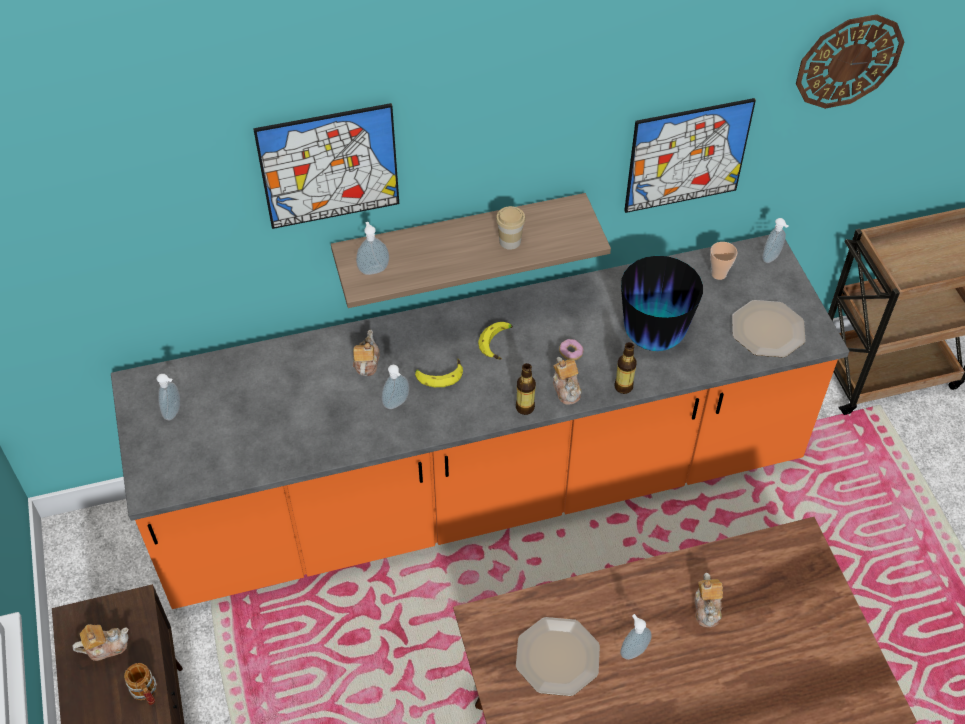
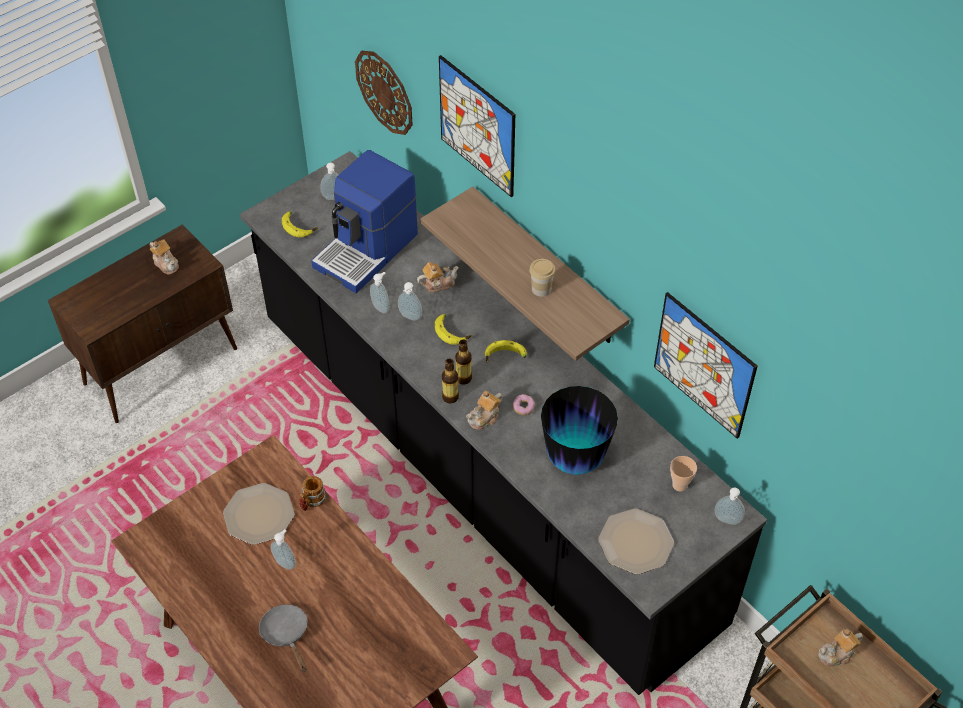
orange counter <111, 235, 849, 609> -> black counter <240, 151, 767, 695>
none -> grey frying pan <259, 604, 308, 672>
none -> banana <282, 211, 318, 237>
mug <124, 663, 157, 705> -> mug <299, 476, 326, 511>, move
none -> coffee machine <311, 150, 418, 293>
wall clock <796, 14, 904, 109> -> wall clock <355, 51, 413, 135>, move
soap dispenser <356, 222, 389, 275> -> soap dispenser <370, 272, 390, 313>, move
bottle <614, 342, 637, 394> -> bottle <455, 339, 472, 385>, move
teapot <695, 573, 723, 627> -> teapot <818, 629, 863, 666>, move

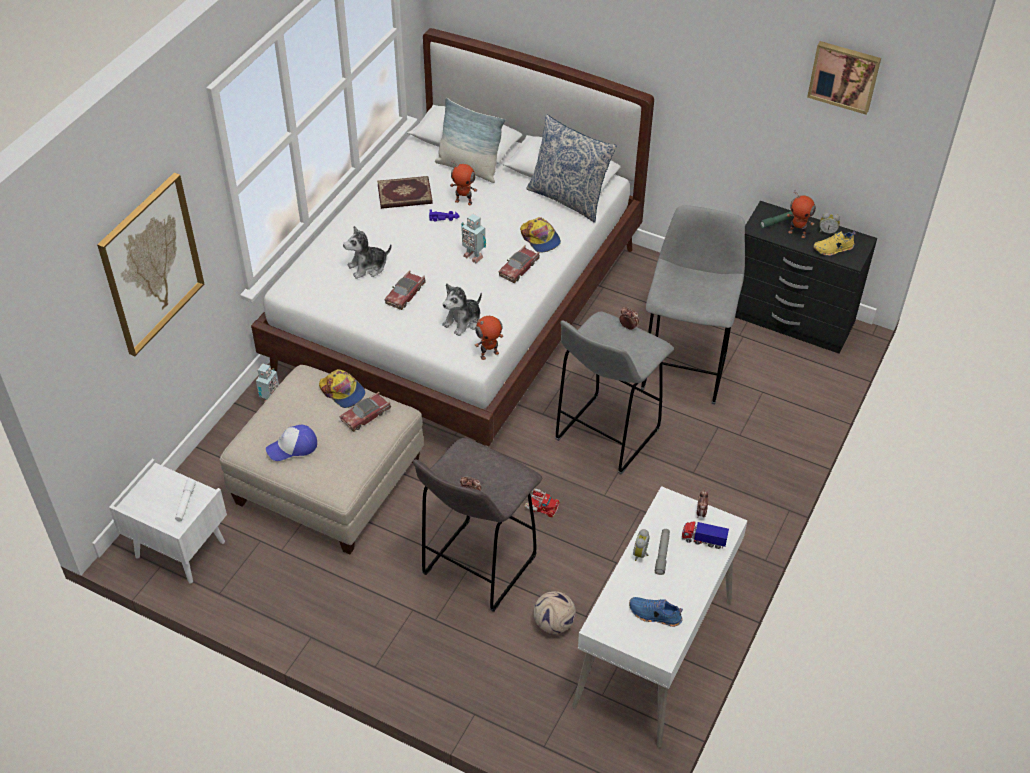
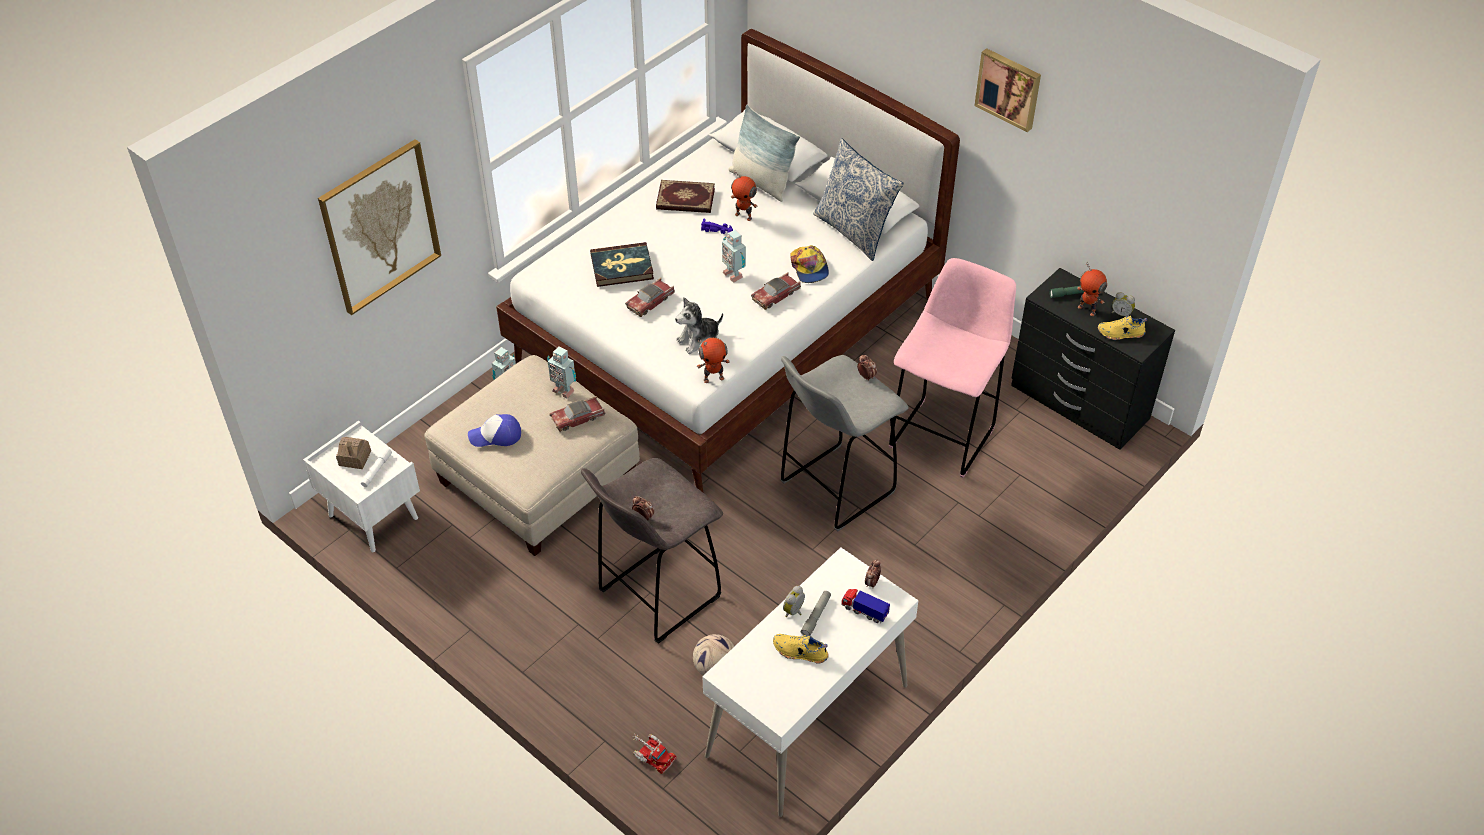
none -> toy house <336, 437, 371, 469>
cap <319, 369, 366, 408> -> toy robot <547, 347, 576, 398>
plush toy <343, 226, 392, 279> -> book <590, 242, 654, 287>
toy truck <524, 489, 560, 517> -> toy truck <632, 734, 677, 774>, move
none -> yellow shoe <773, 634, 829, 664>
grey stool <641, 205, 745, 404> -> pink stool <889, 258, 1016, 478>
picture <807, 41, 881, 115> -> picture <974, 48, 1041, 132>, move
blue shoe <629, 597, 683, 627> -> none

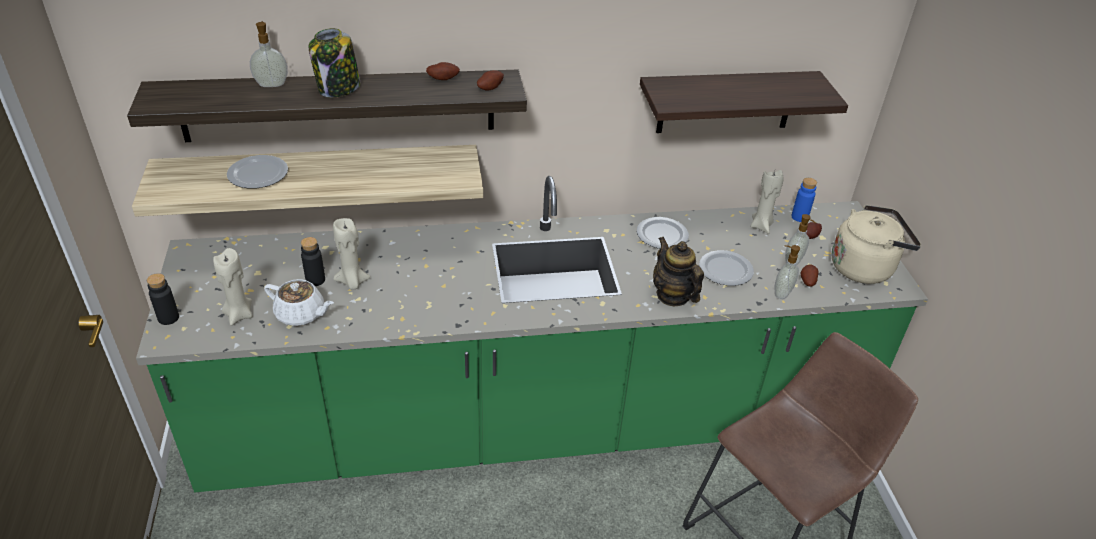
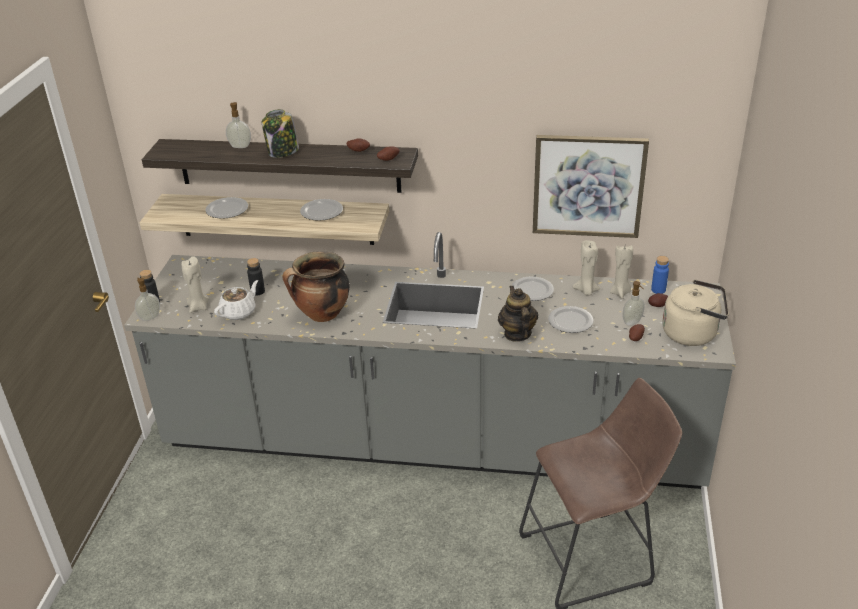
green counter <136, 176, 928, 492> -> grey counter <124, 232, 736, 489>
soap dispenser <774, 245, 800, 299> -> soap dispenser <135, 278, 160, 321>, move
white teapot <264, 279, 334, 326> -> white teapot <214, 280, 258, 320>, 90 degrees counterclockwise
none -> cooking pot <282, 252, 350, 322>
none -> plate <300, 199, 343, 221>
shelf <640, 71, 848, 133> -> picture <533, 135, 649, 238>
beige candle <333, 218, 371, 289> -> beige candle <573, 240, 600, 296>, move

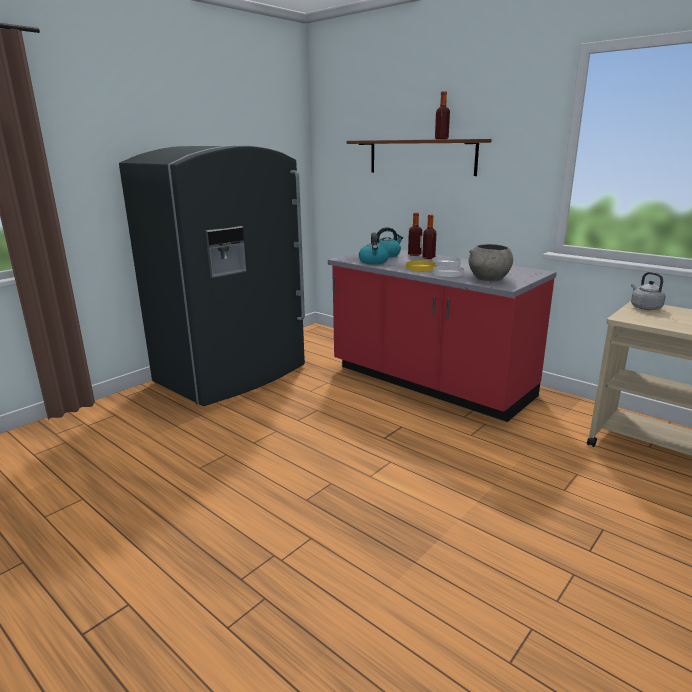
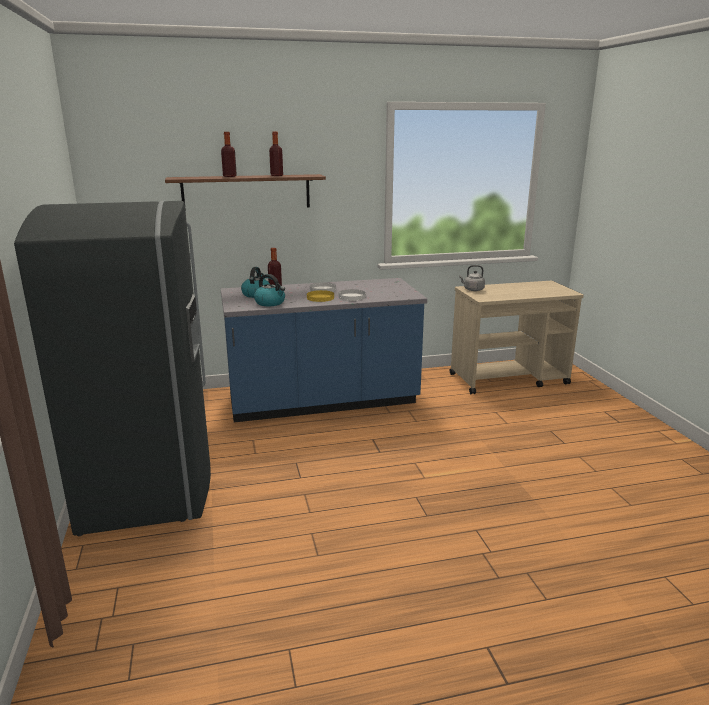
bottle <422, 215, 436, 259> -> bottle <221, 132, 237, 177>, move
red counter <328, 250, 557, 422> -> blue counter <221, 278, 427, 422>
grey bowl <469, 244, 513, 282> -> none

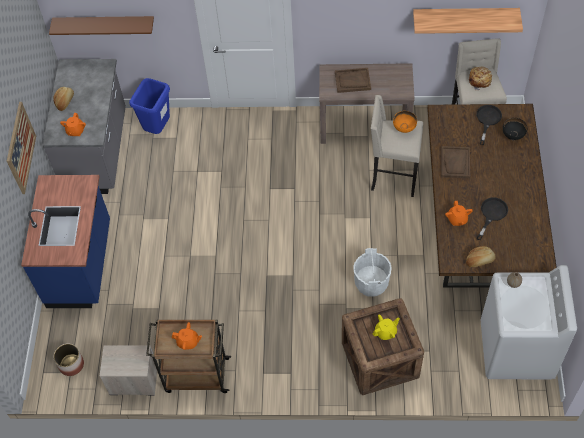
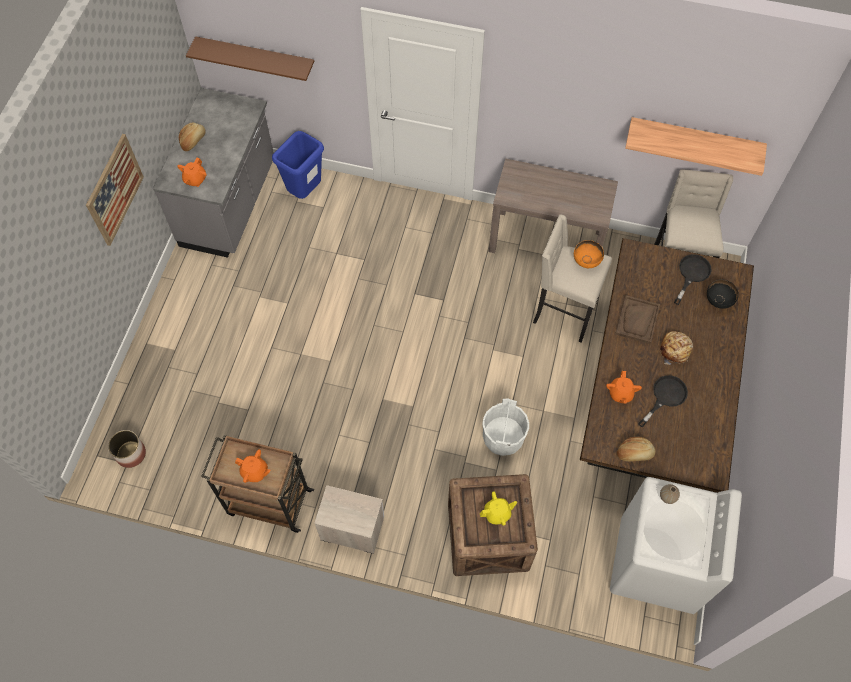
nightstand <100, 345, 157, 395> -> nightstand <314, 485, 384, 554>, move
bread <469, 66, 492, 90> -> bread <660, 331, 693, 365>, move
blue counter <21, 175, 110, 308> -> none
brown tray <335, 68, 371, 93> -> none

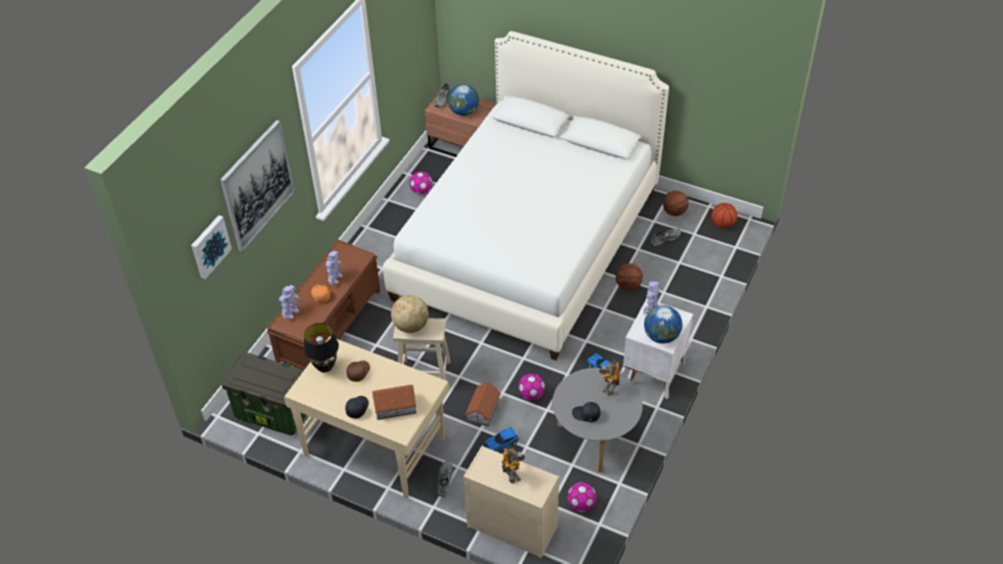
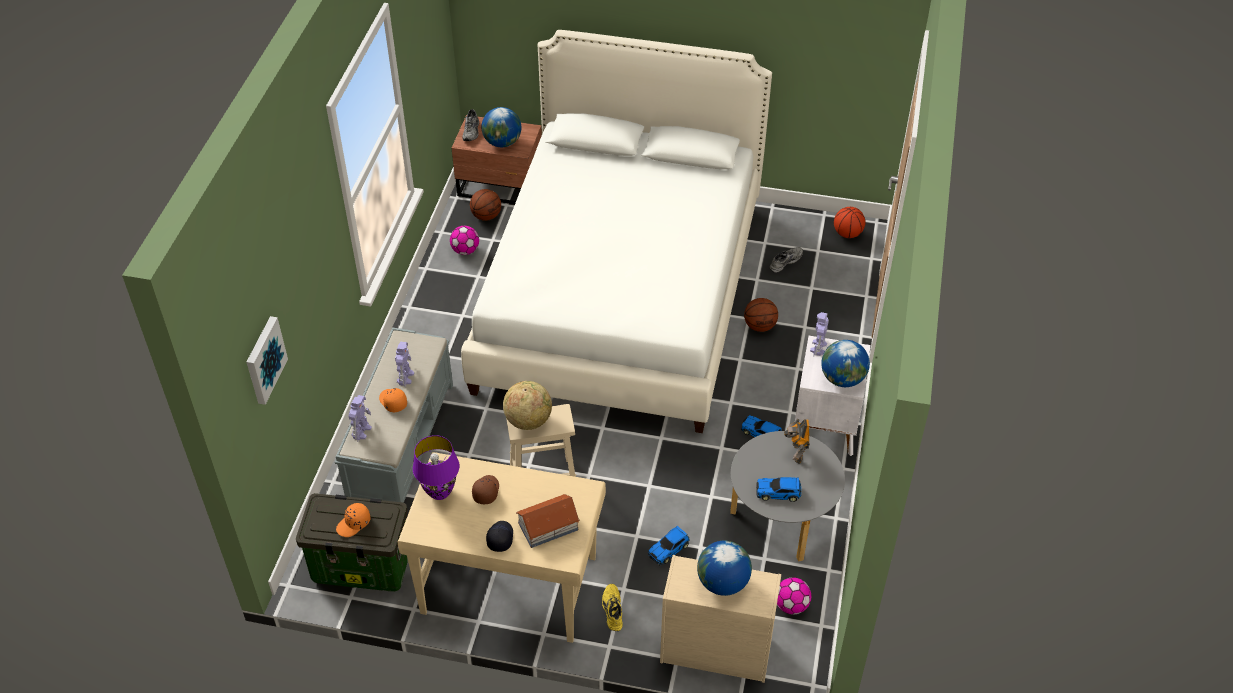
brown bench <267, 240, 381, 370> -> grey bench <335, 327, 453, 502>
none -> orange cap <336, 503, 371, 537>
black table lamp <304, 323, 339, 372> -> purple table lamp <413, 435, 460, 500>
basketball <663, 191, 689, 216> -> basketball <470, 189, 501, 221>, move
grey shoe <437, 461, 453, 497> -> yellow shoe <602, 584, 623, 631>
toy robot <502, 445, 525, 484> -> globe <697, 541, 752, 596>
black cap <572, 402, 600, 422> -> toy car <756, 477, 801, 502>
picture <220, 120, 295, 252> -> none
toy house <465, 382, 501, 427> -> none
football <518, 374, 545, 400> -> none

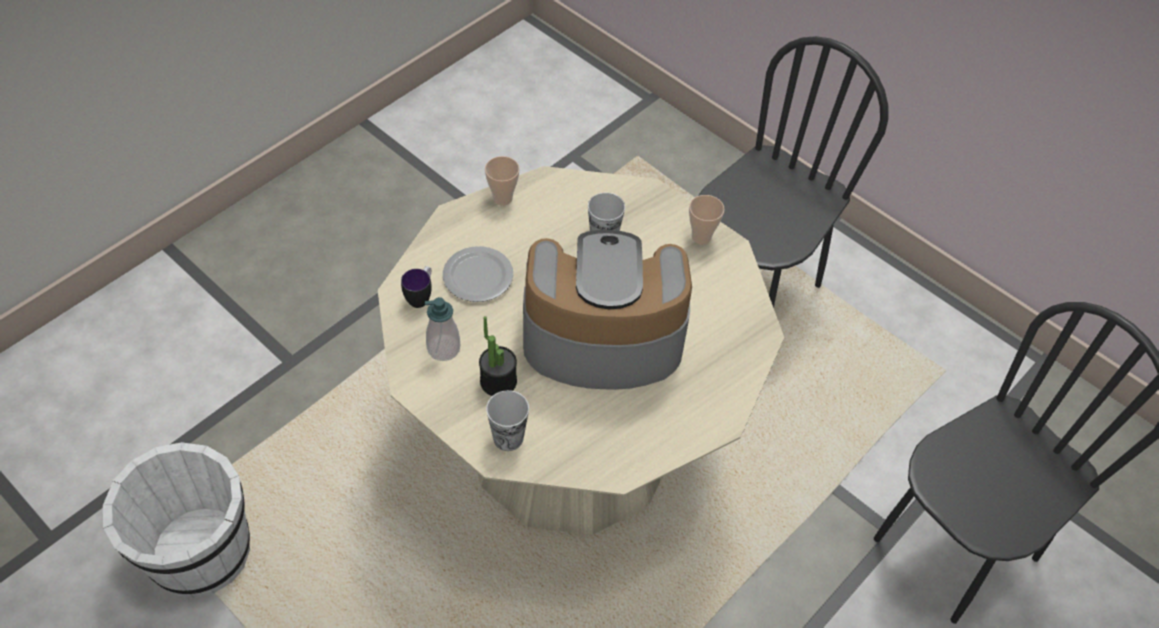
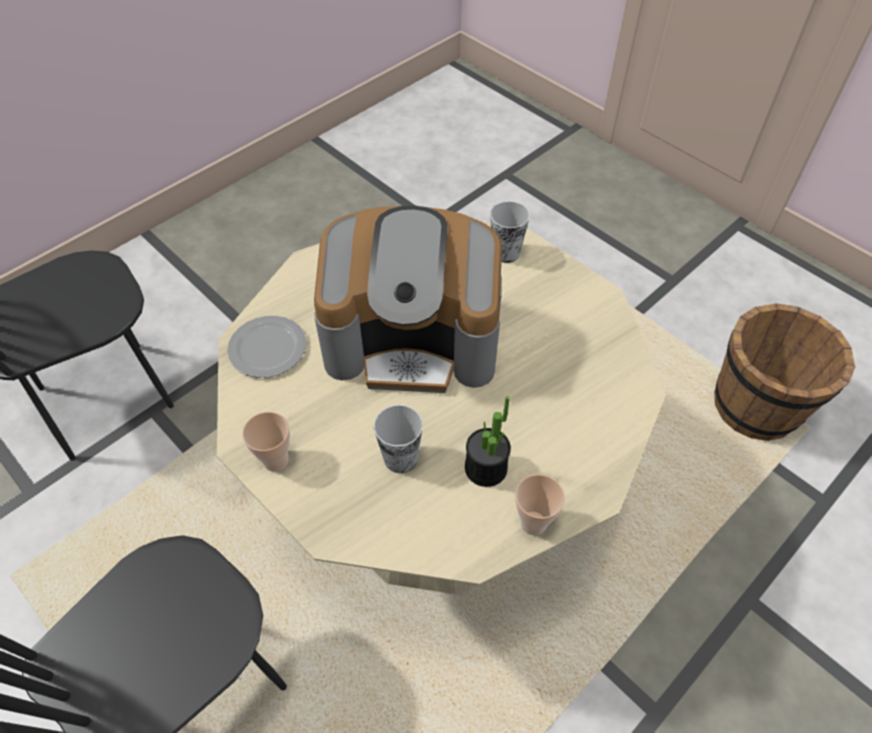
plate <443, 246, 513, 302> -> plate <227, 316, 307, 378>, move
potted plant <479, 316, 517, 396> -> potted plant <465, 396, 511, 487>, move
white bucket <103, 442, 250, 598> -> brown bucket <714, 303, 856, 441>
mug <401, 266, 432, 308> -> none
soap dispenser <425, 297, 460, 361> -> none

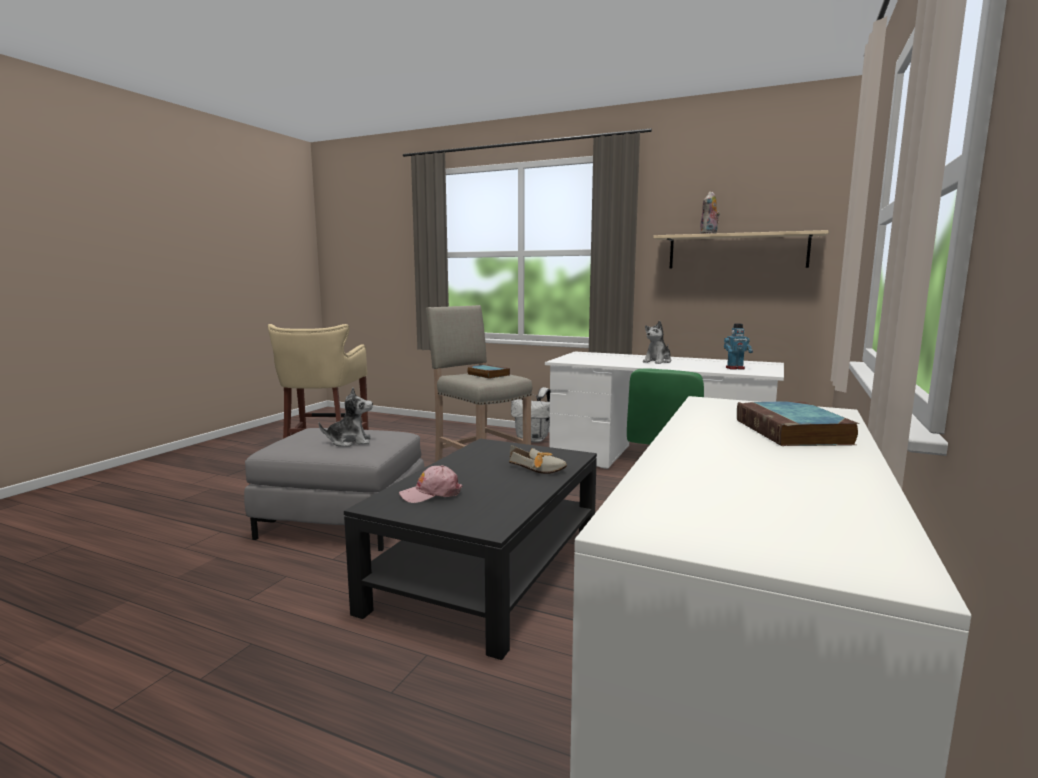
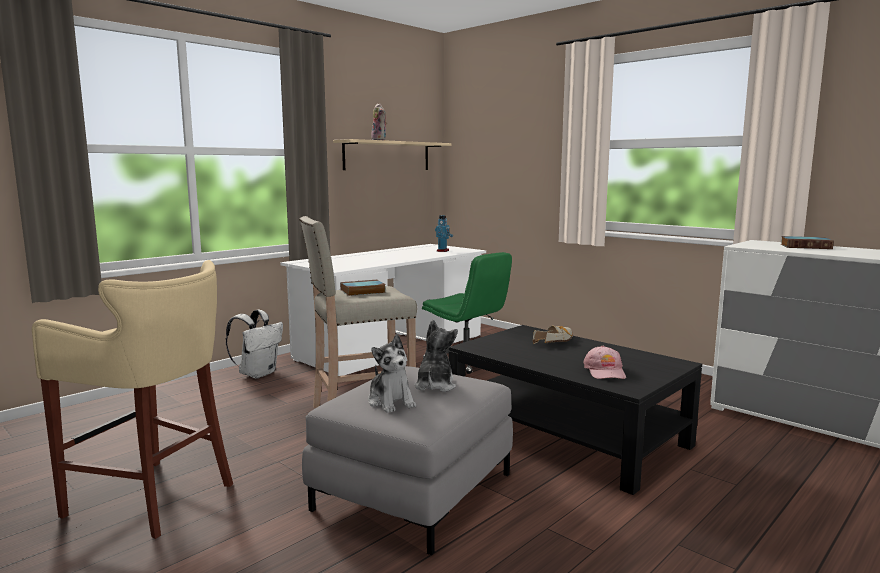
plush toy <643, 321, 671, 364> -> plush toy <368, 334, 416, 413>, move

